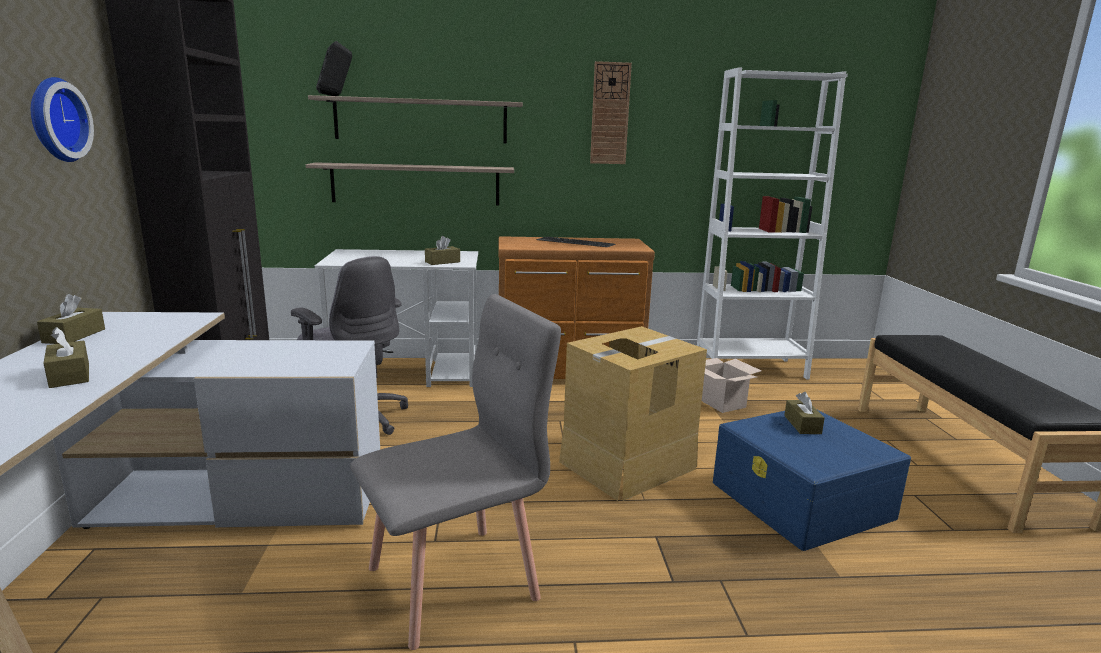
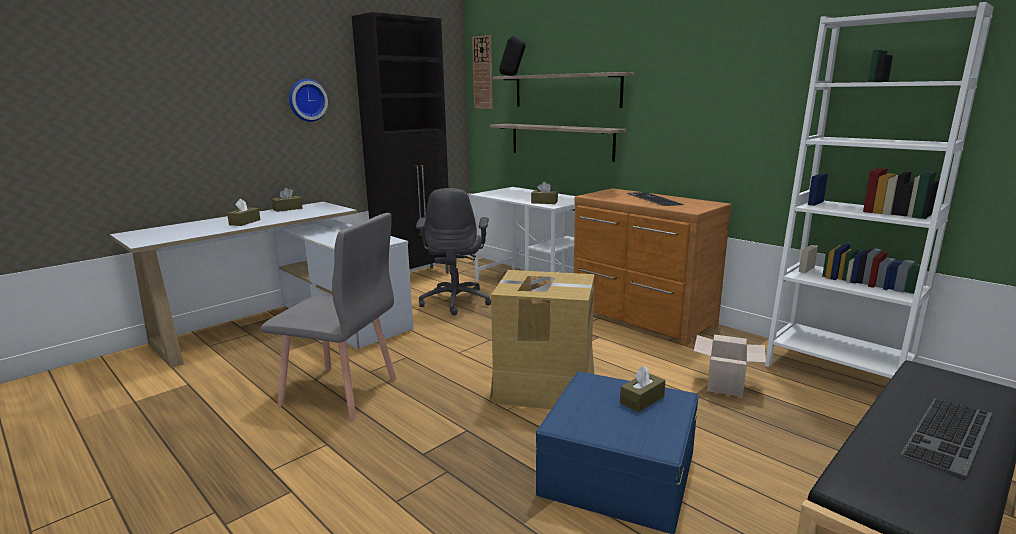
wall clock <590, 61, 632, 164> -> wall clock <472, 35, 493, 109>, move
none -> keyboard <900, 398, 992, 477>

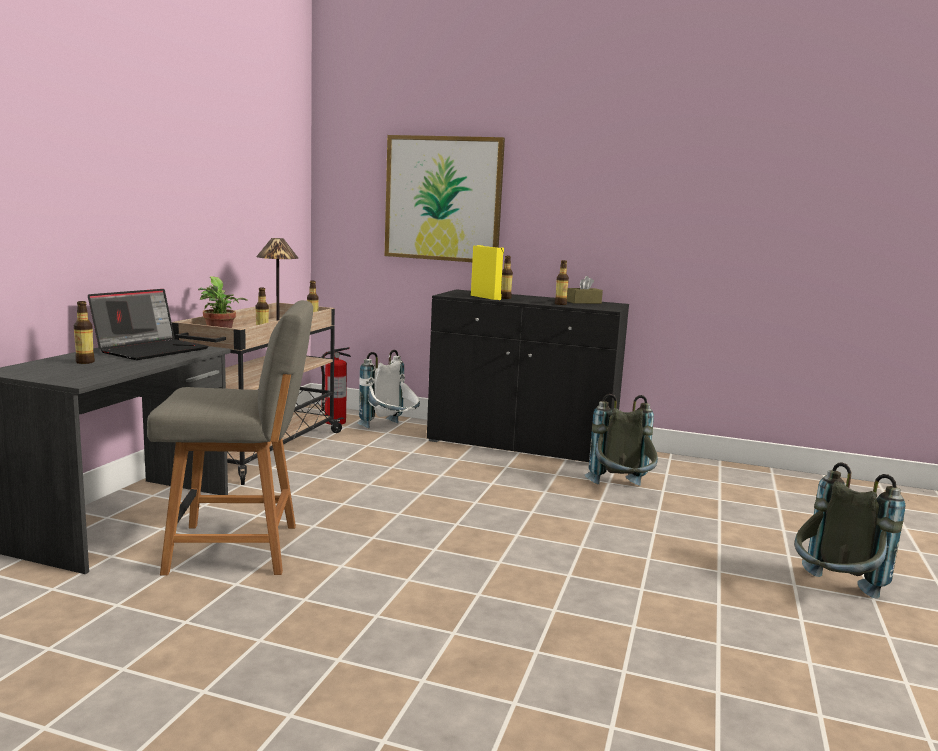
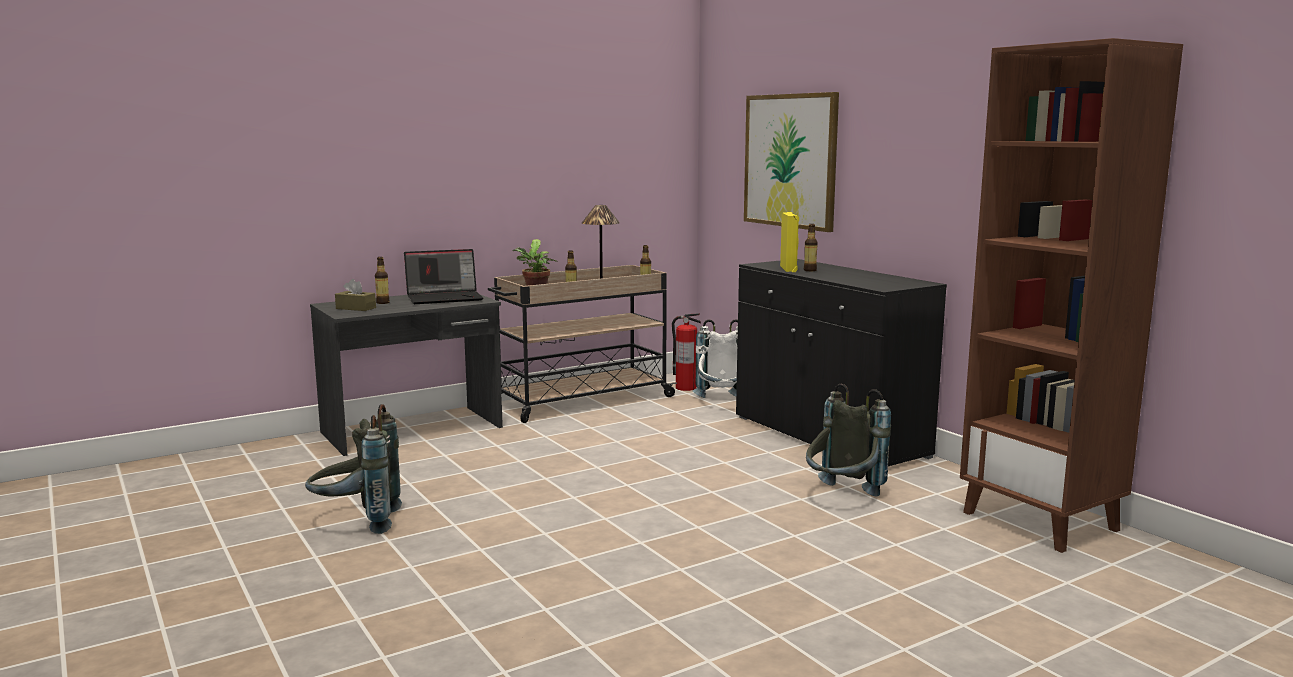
grey backpack <795, 462, 905, 599> -> grey backpack <305, 404, 402, 534>, move
brown tissue box <567, 276, 603, 304> -> brown tissue box <335, 279, 376, 311>, move
none -> brown bookcase <960, 38, 1183, 553>
grey chair <147, 300, 313, 576> -> none
bottle <555, 260, 569, 305> -> none

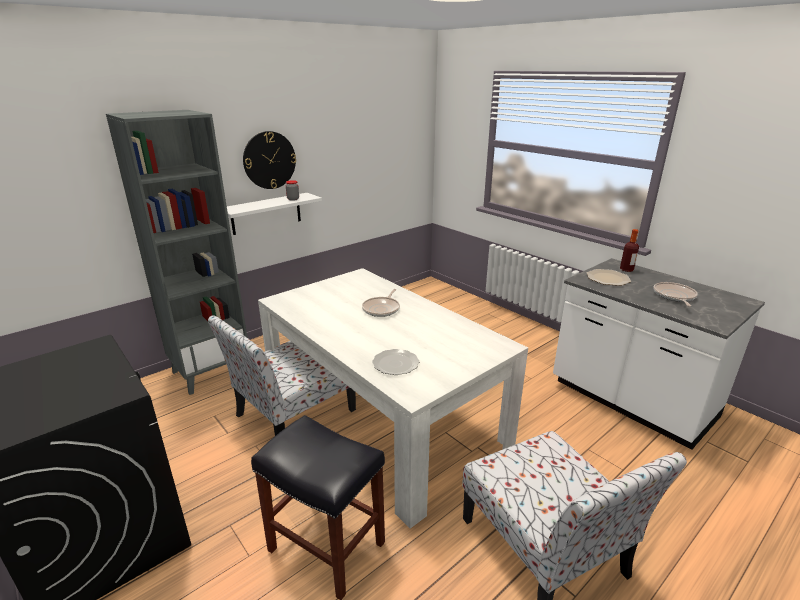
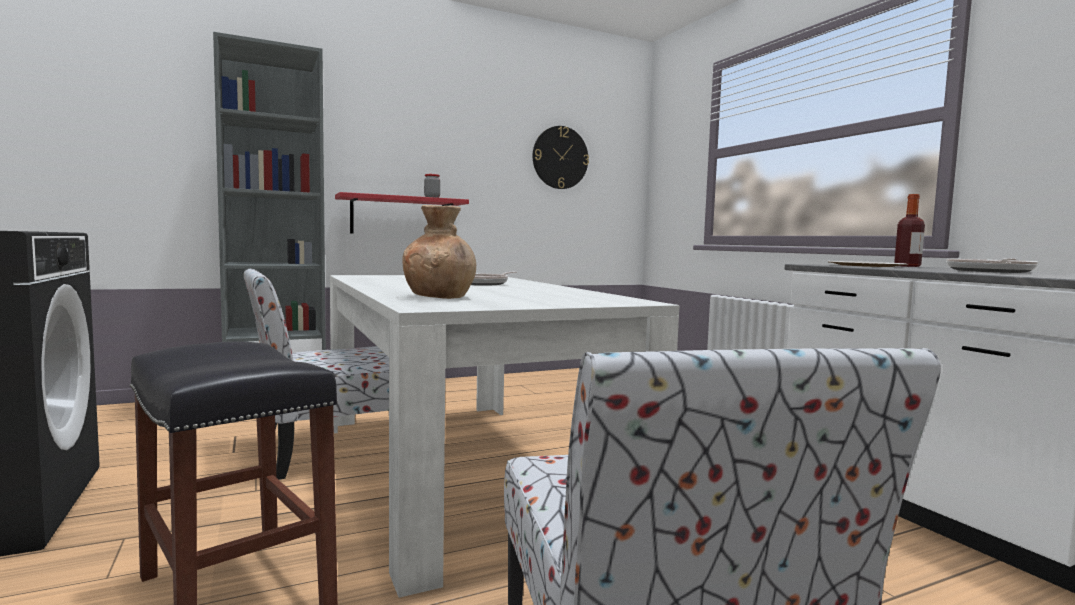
white shelf <227, 193, 322, 235> -> red shelf <335, 192, 469, 233>
plate <372, 349, 419, 375> -> brown vase <402, 205, 476, 299>
wall clock <243, 131, 296, 189> -> wall clock <533, 126, 589, 189>, move

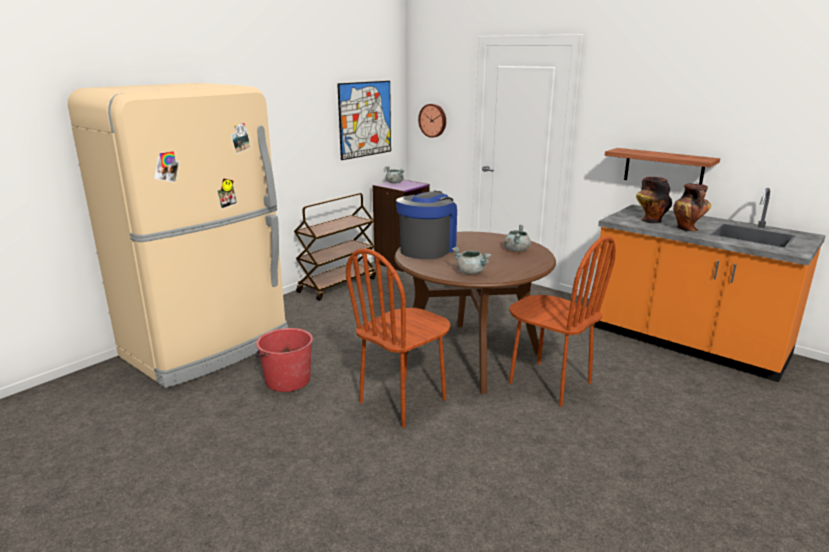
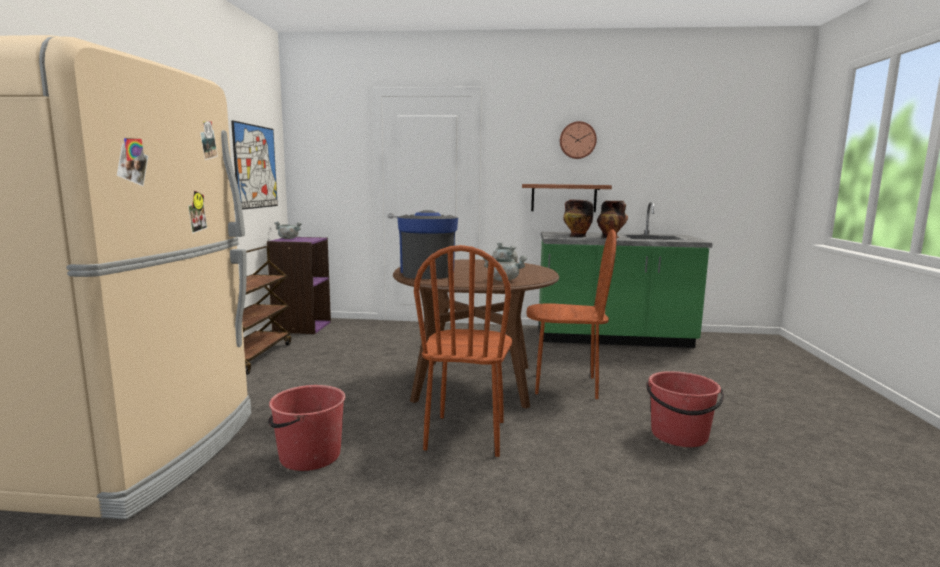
orange counter <592, 188, 826, 382> -> green counter <538, 202, 713, 348>
wall clock <418, 104, 446, 138> -> wall clock <560, 121, 597, 159>, move
none -> red bucket <647, 371, 724, 447>

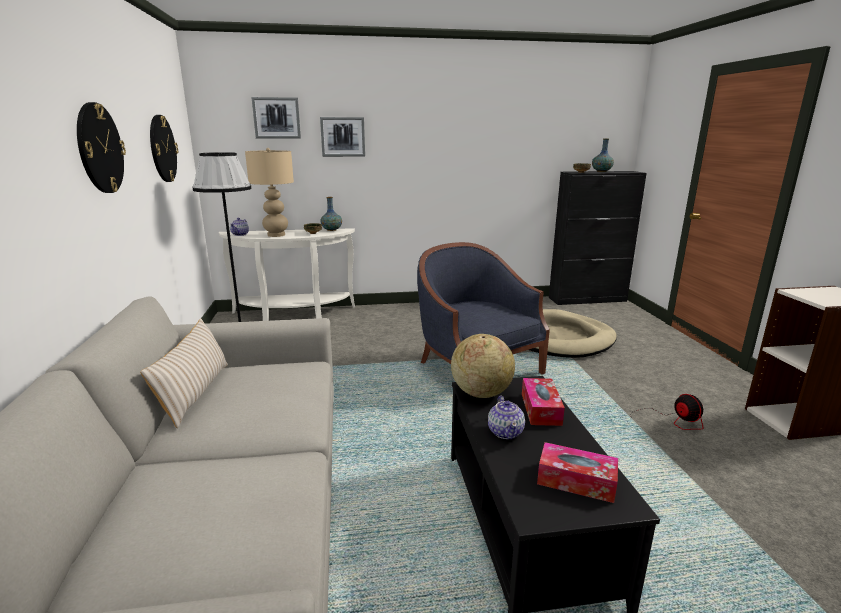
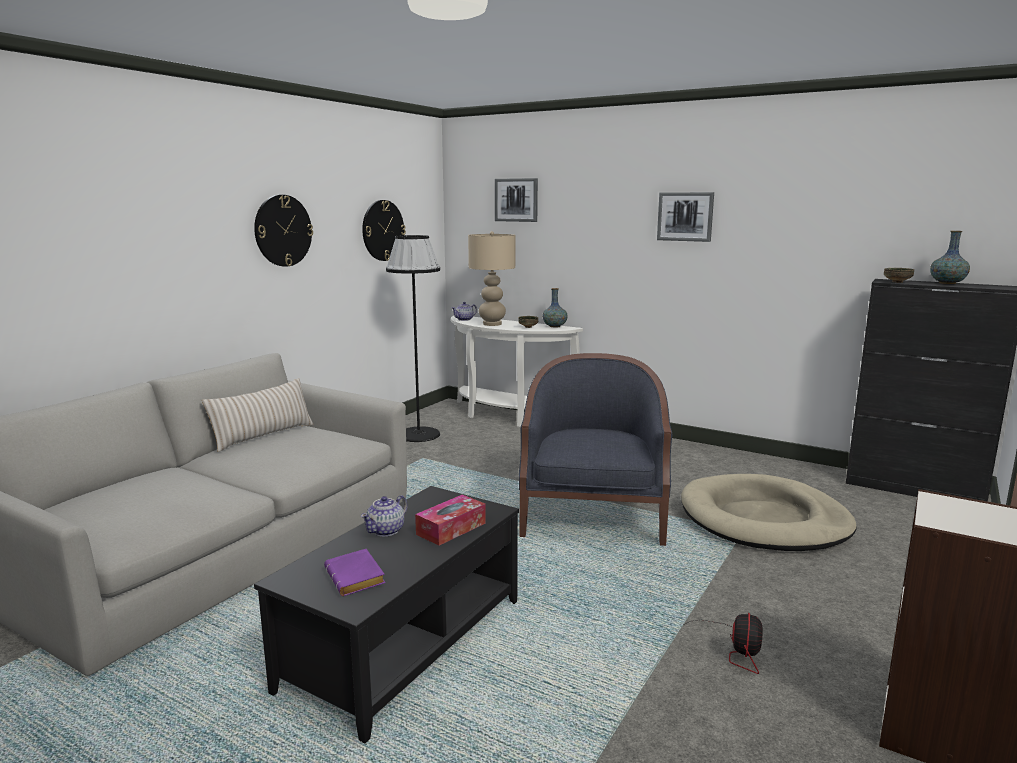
tissue box <537, 442, 618, 503> -> purple book <324, 549, 386, 596>
picture <320, 117, 365, 157> -> picture <657, 192, 714, 242>, move
globe <451, 334, 515, 398> -> none

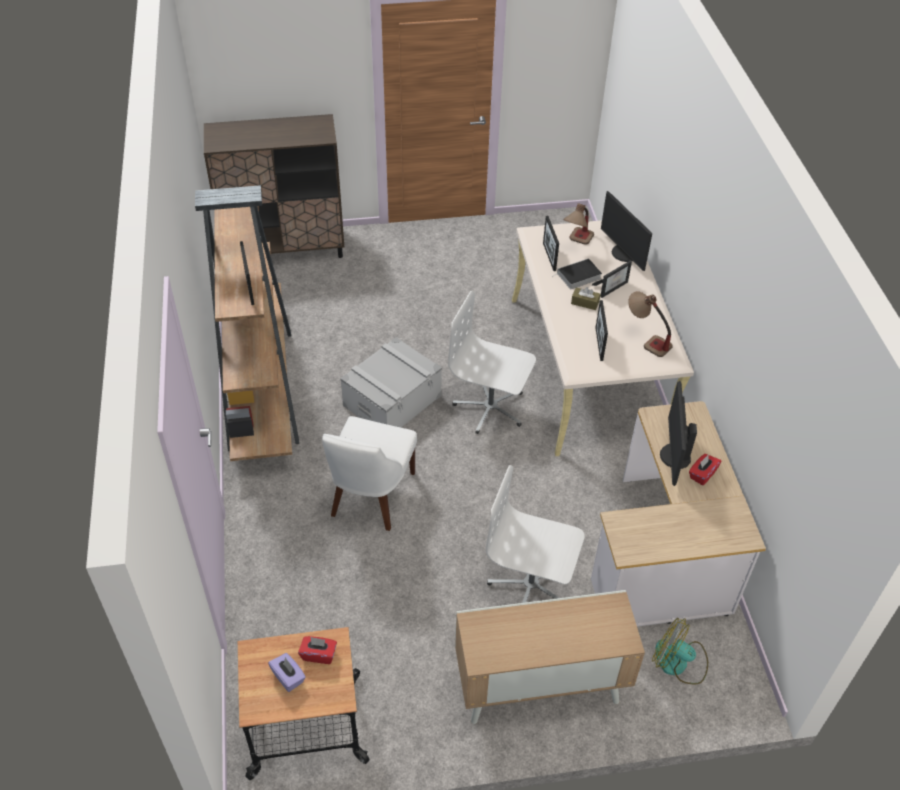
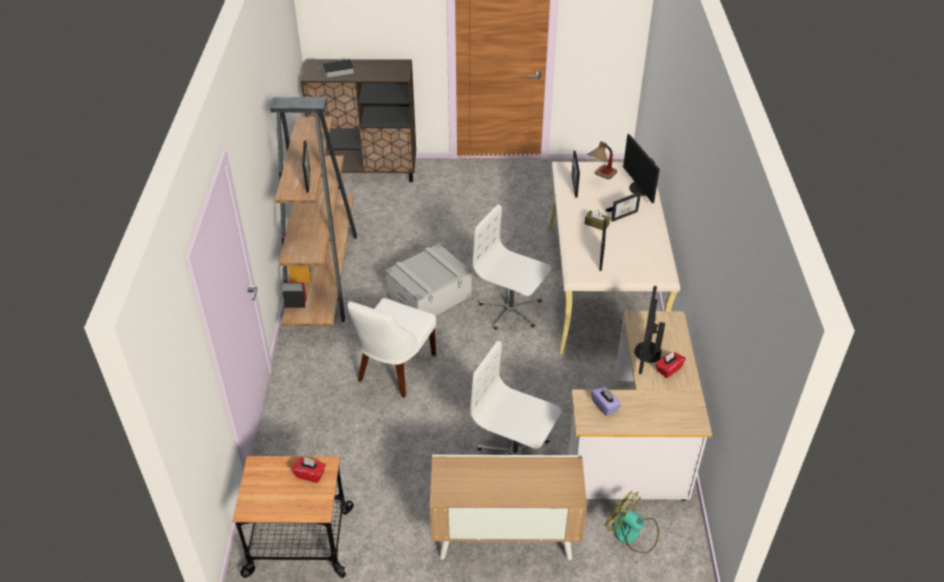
book <553, 258, 602, 289> -> book <317, 59, 354, 78>, move
purple tissue box <268, 653, 306, 692> -> purple tissue box <591, 387, 621, 416>, move
table lamp <628, 291, 673, 357> -> none

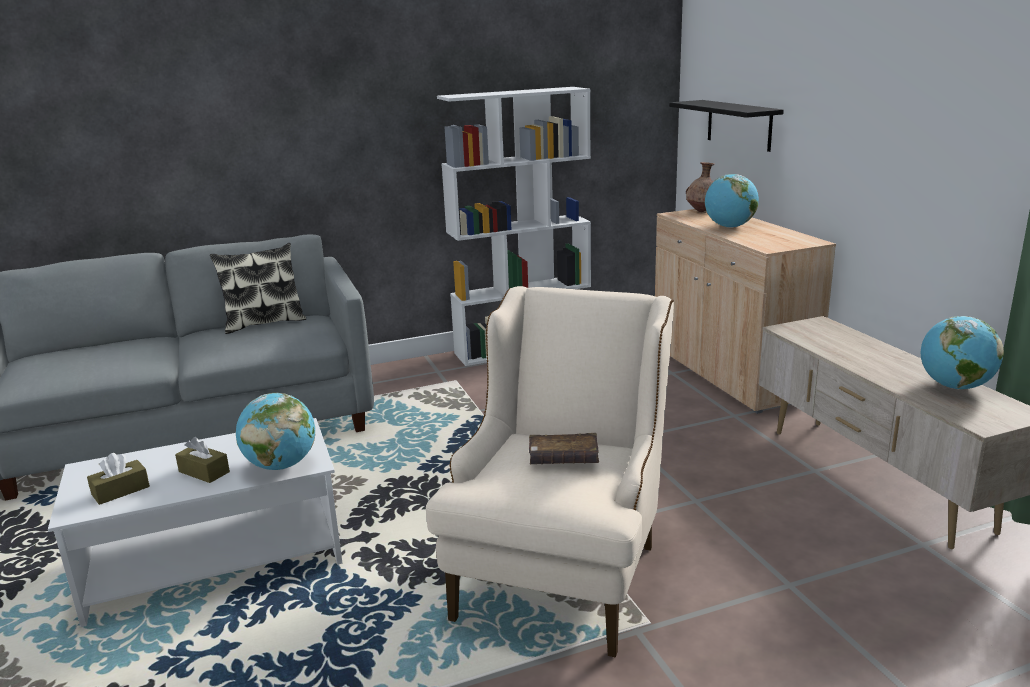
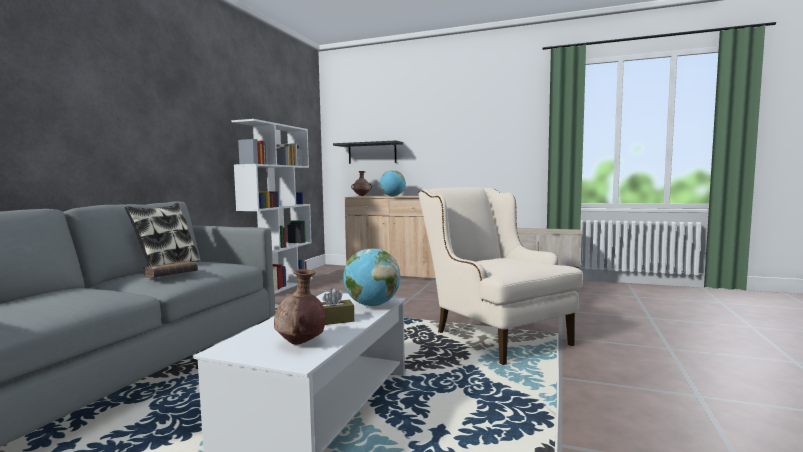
brown book <529, 433, 599, 464> -> brown book <143, 261, 198, 278>, move
brown tissue box <87, 453, 150, 505> -> brown vase <274, 269, 325, 345>
globe <921, 316, 1004, 389> -> none

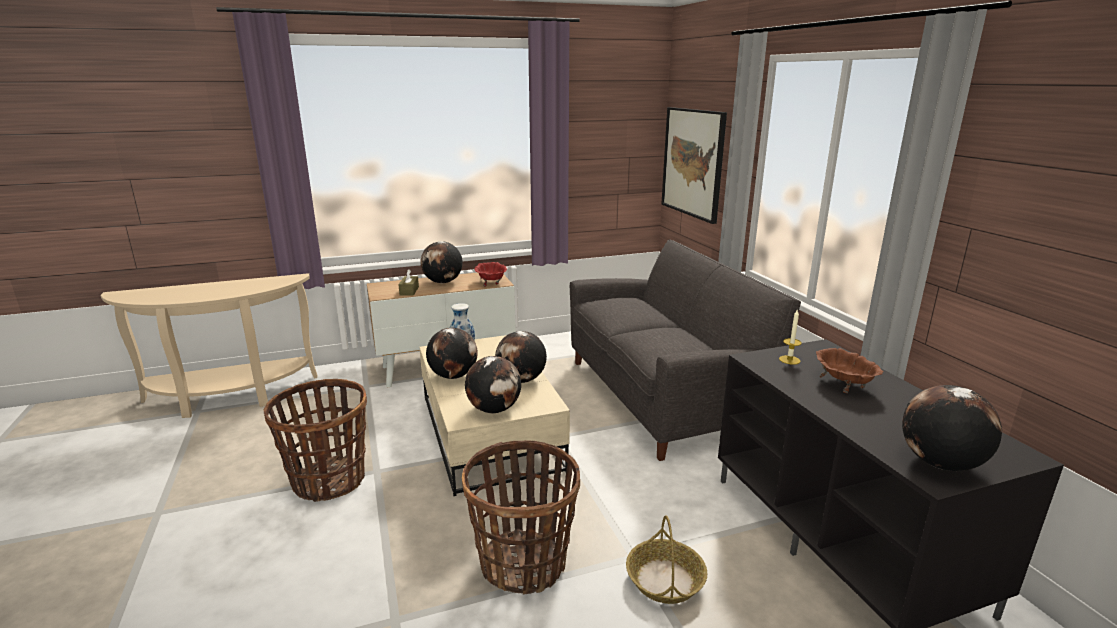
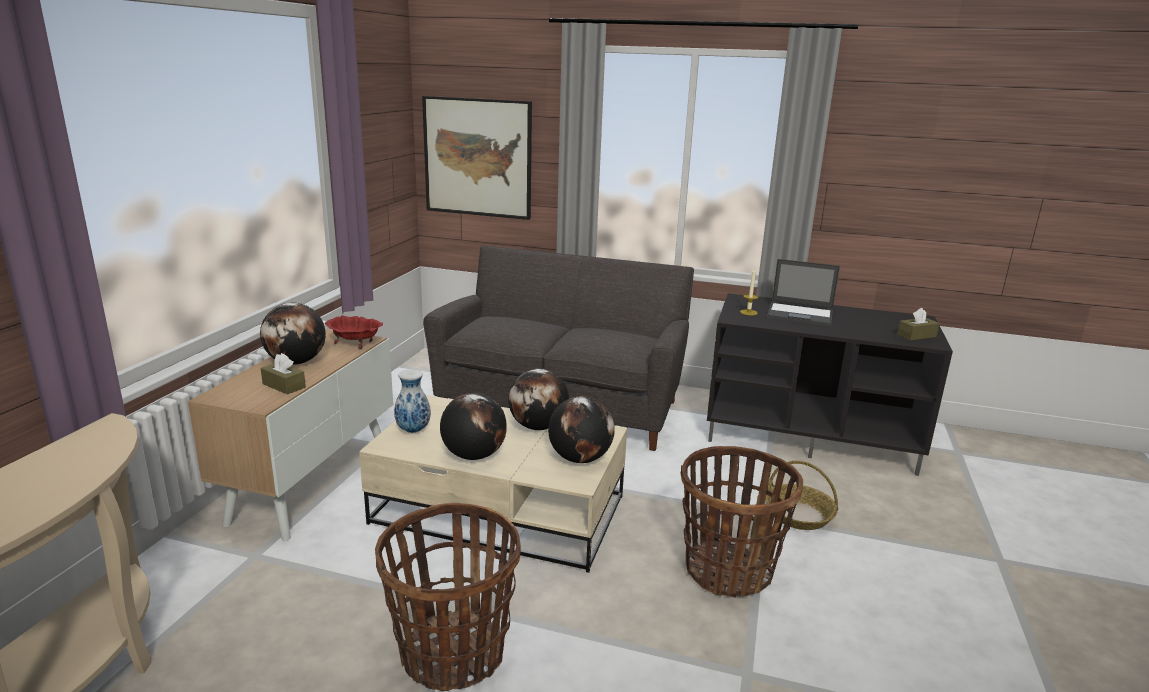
brown bowl <816, 348, 883, 393> -> laptop <767, 259, 840, 326>
globe <902, 385, 1002, 471> -> brown tissue box <897, 308, 939, 340>

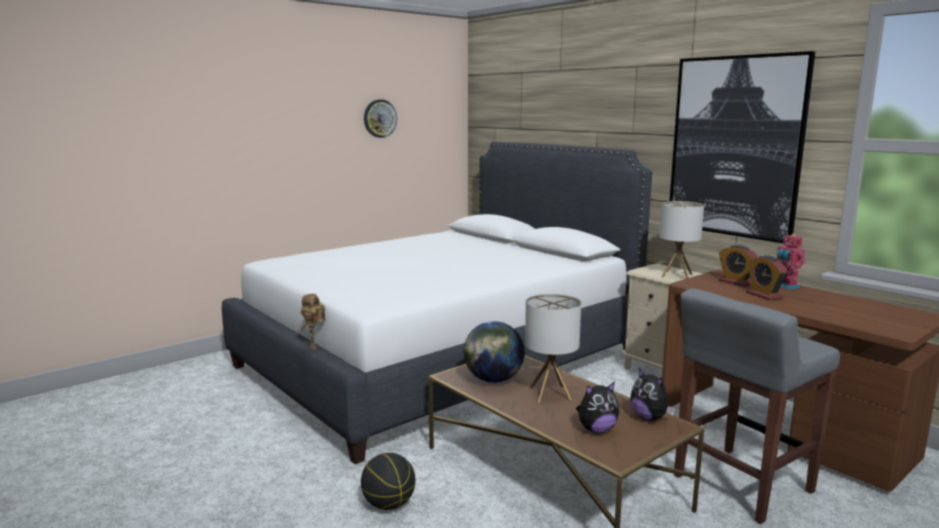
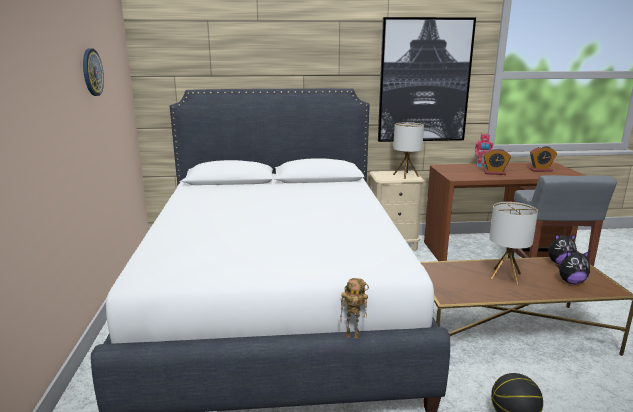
alarm clock <718, 245, 759, 287> -> alarm clock <529, 146, 557, 172>, move
plush toy <576, 382, 619, 433> -> plush toy <558, 251, 590, 284>, 75 degrees clockwise
globe <464, 321, 525, 383> -> none

